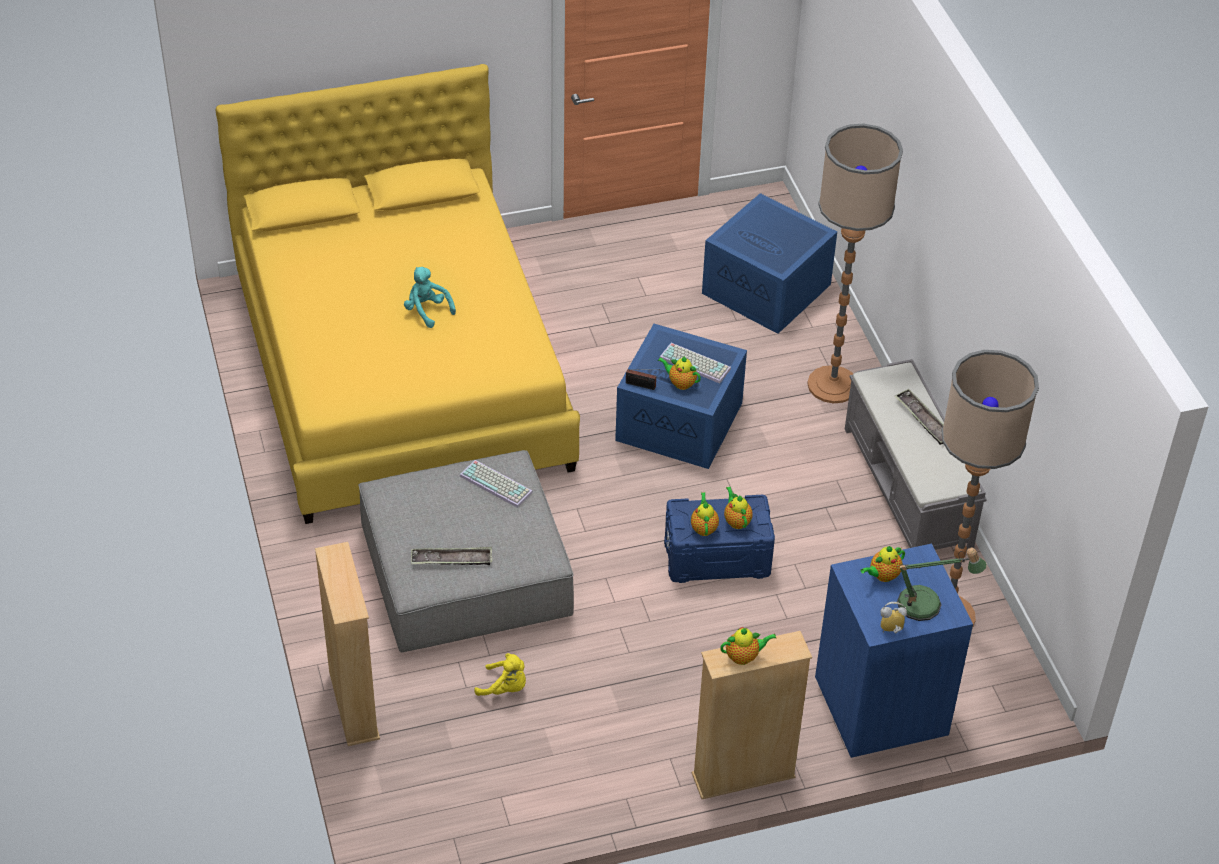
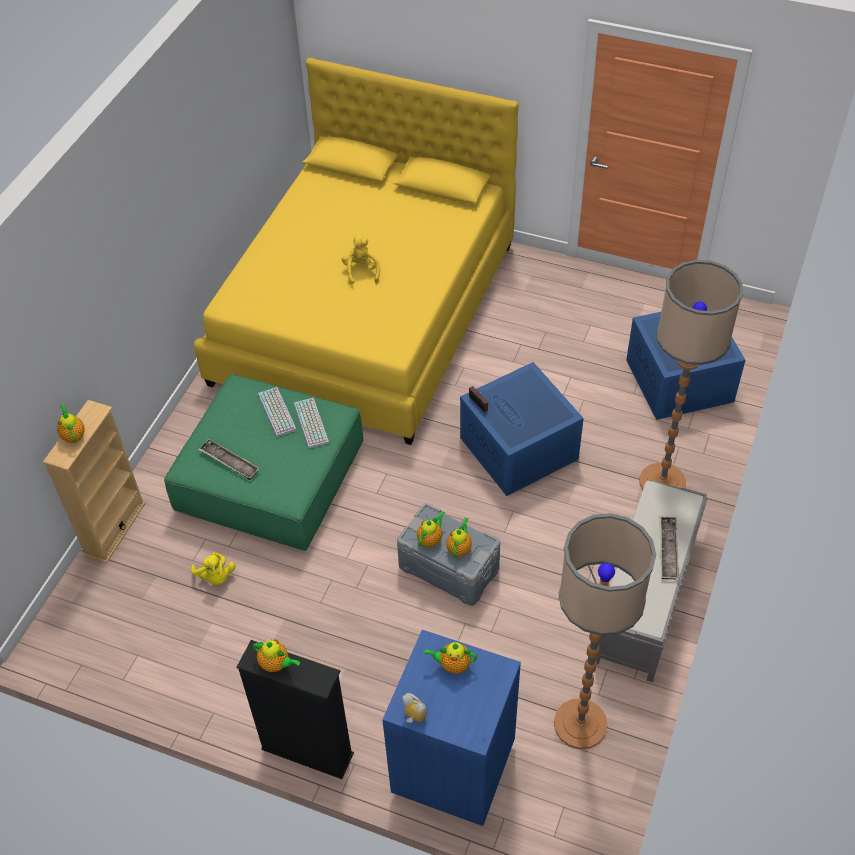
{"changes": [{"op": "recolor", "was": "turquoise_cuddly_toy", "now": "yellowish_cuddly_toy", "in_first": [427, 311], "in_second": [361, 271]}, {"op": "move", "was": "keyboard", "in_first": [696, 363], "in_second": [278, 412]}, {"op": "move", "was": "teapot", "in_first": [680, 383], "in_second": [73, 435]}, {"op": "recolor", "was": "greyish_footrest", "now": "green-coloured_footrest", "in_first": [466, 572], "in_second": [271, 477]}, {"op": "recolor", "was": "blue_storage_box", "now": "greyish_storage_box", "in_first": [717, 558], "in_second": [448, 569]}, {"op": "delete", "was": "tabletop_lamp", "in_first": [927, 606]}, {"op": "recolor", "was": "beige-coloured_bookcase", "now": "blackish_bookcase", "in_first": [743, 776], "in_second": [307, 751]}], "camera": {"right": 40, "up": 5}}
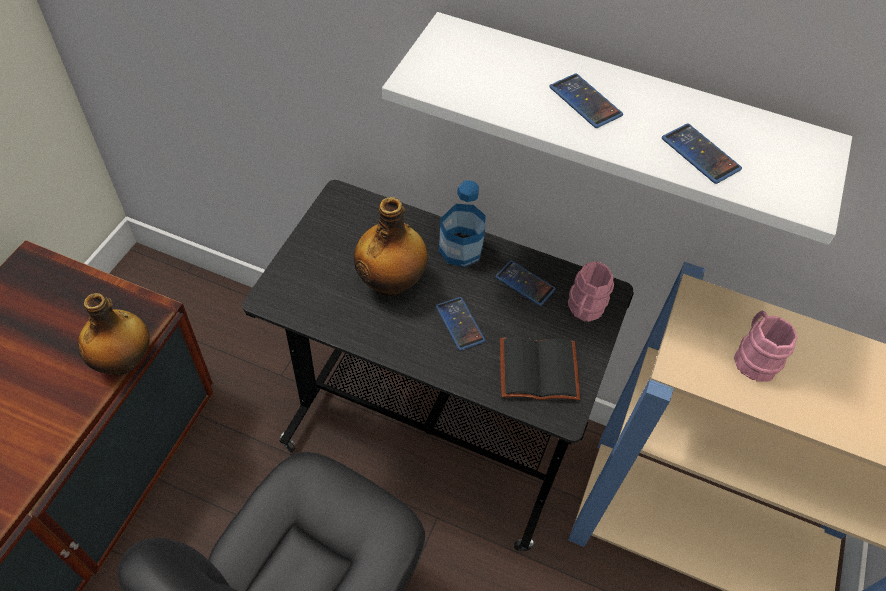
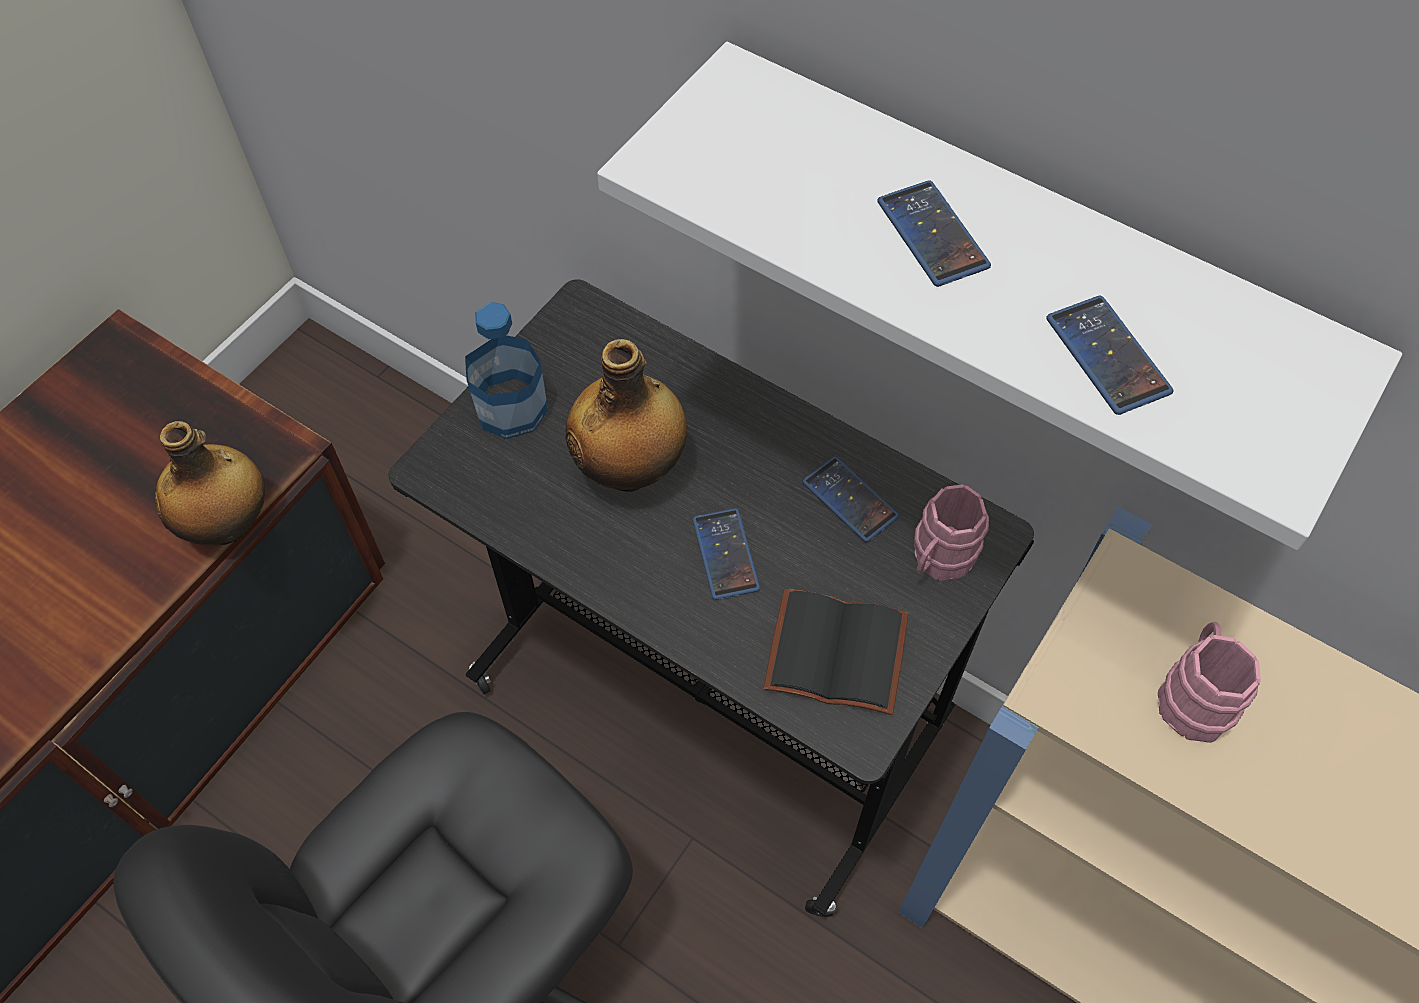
{"changes": [{"op": "move", "was": "drink_bottle", "in_first": [460, 249], "in_second": [511, 408]}], "camera": {"right": 15, "up": 5}}
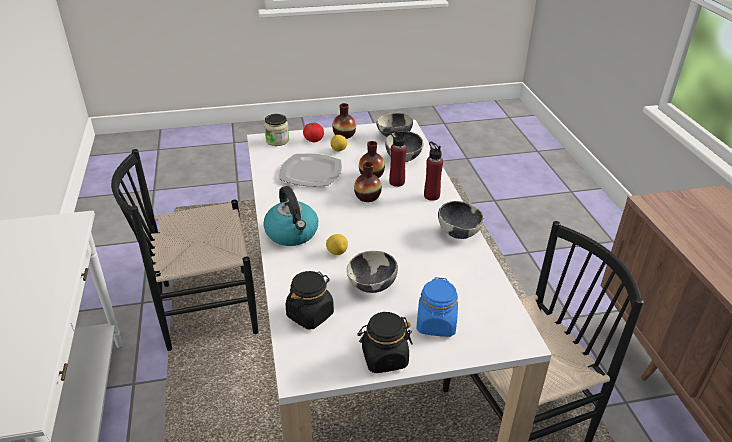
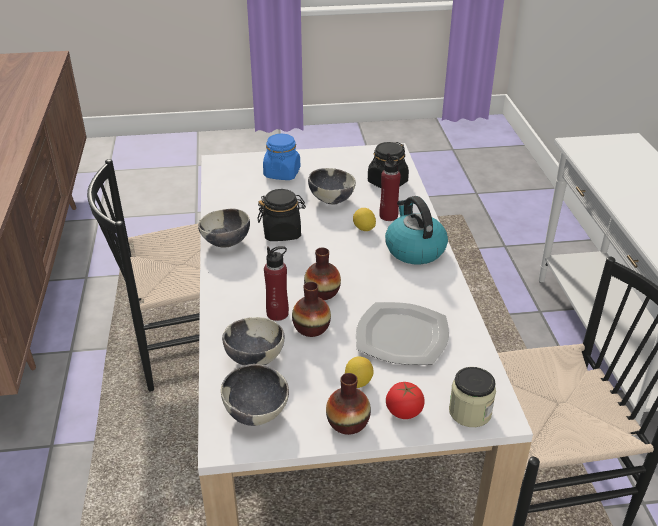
{"changes": [{"op": "move", "was": "reddish_drink_bottle", "in_first": [431, 196], "in_second": [388, 216]}, {"op": "move", "was": "blackish_jar", "in_first": [384, 358], "in_second": [282, 232]}], "camera": {"right": -175, "up": 0}}
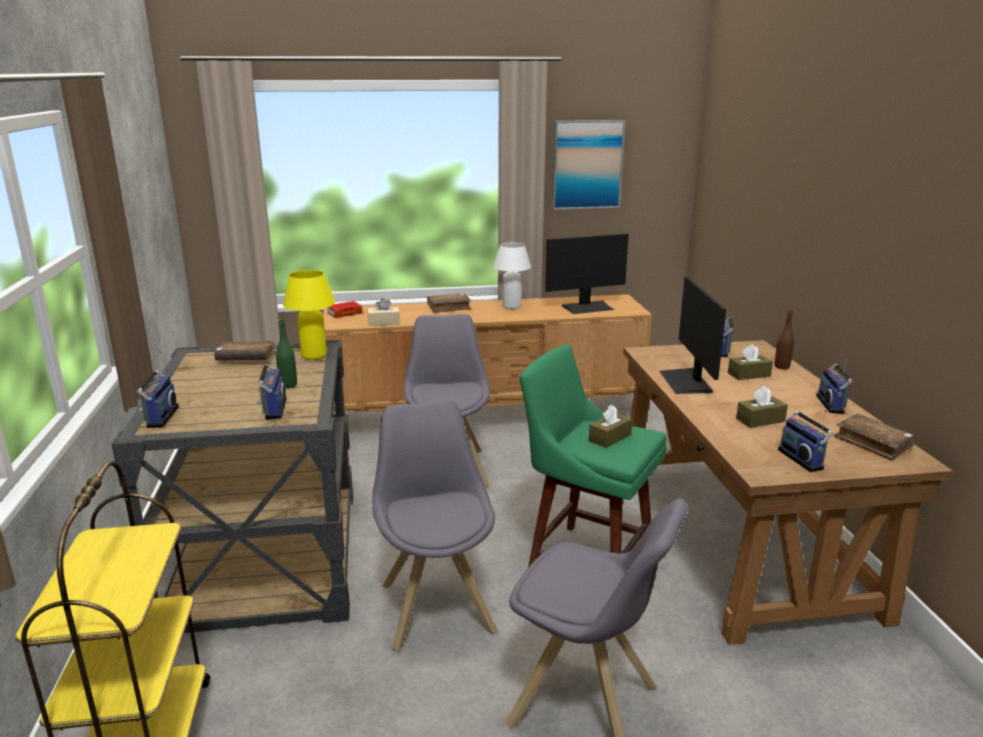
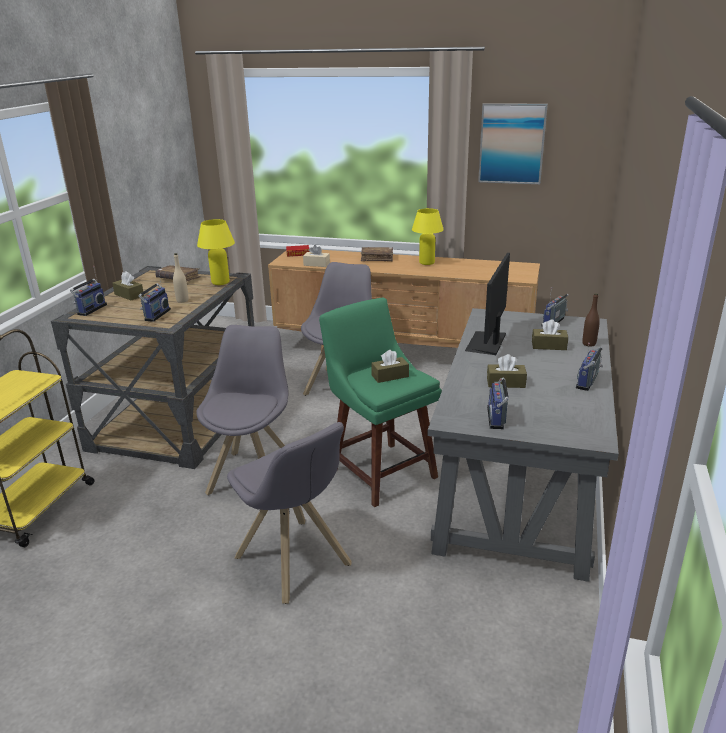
{"changes": [{"op": "delete", "was": "monitor", "in_first": [587, 307]}, {"op": "recolor", "was": "white_tabletop_lamp", "now": "yellowish_tabletop_lamp", "in_first": [511, 306], "in_second": [426, 262]}, {"op": "recolor", "was": "green-coloured_drink_bottle", "now": "beige-coloured_drink_bottle", "in_first": [288, 385], "in_second": [182, 300]}, {"op": "recolor", "was": "brown-coloured_desk_table", "now": "greyish_desk_table", "in_first": [739, 538], "in_second": [519, 483]}, {"op": "delete", "was": "brown-coloured_volume", "in_first": [873, 443]}, {"op": "insert", "now": "brown-coloured_tissue_holder", "in_second": [129, 295]}], "camera": {"right": 25, "up": 5}}
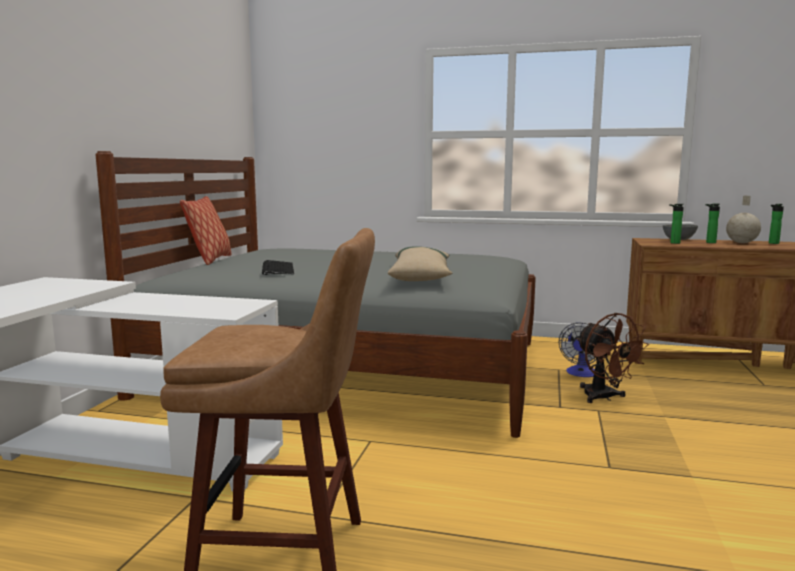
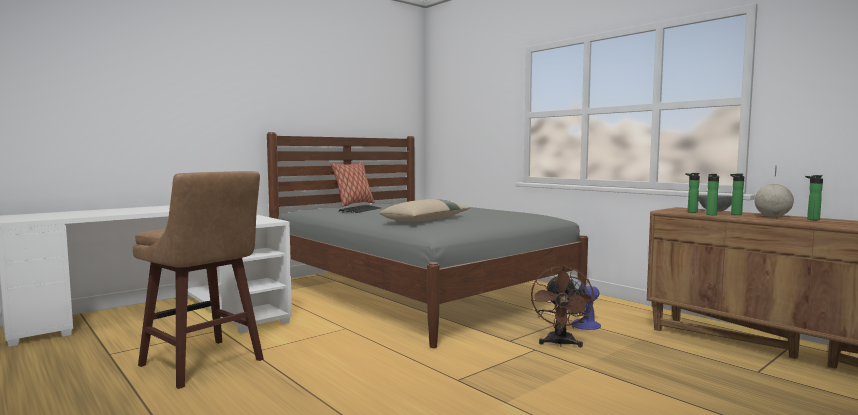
{"changes": [{"op": "insert", "now": "drink_bottle", "in_second": [711, 214]}], "camera": {"right": 35, "up": -5}}
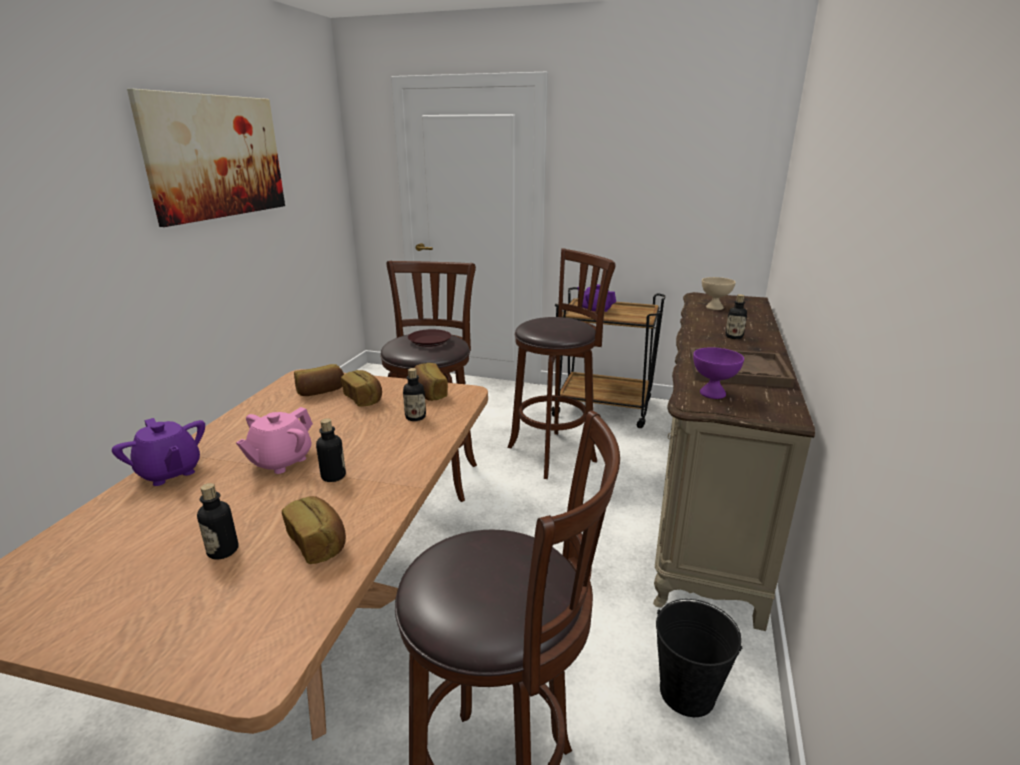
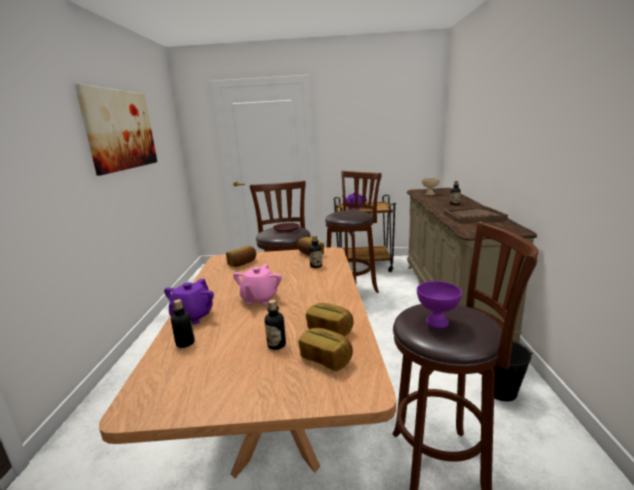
{"changes": [{"op": "move", "was": "purplish_bowl", "in_first": [712, 394], "in_second": [436, 323]}, {"op": "move", "was": "baked_bread", "in_first": [364, 399], "in_second": [326, 359]}, {"op": "rotate", "was": "purplish_teapot", "in_first": [170, 472], "in_second": [192, 317], "clockwise": 75}, {"op": "move", "was": "drink_bottle", "in_first": [333, 476], "in_second": [185, 343]}], "camera": {"right": -15, "up": -5}}
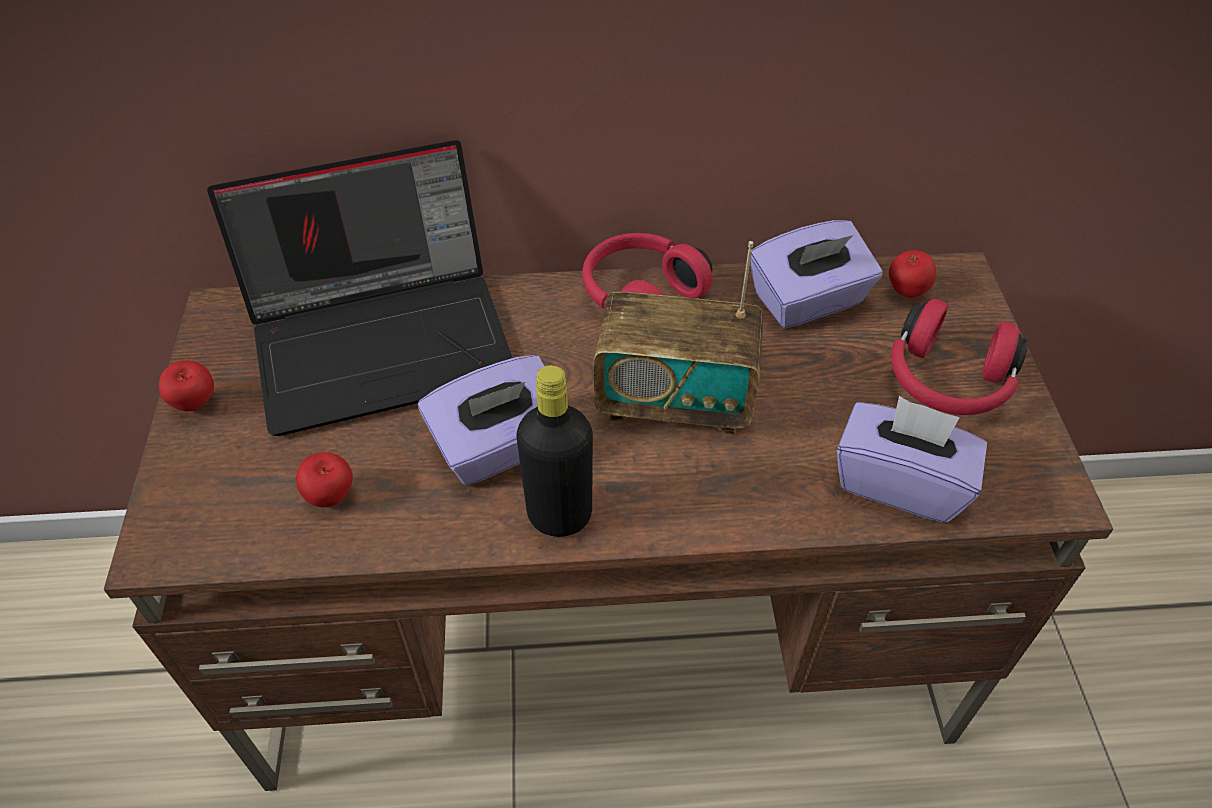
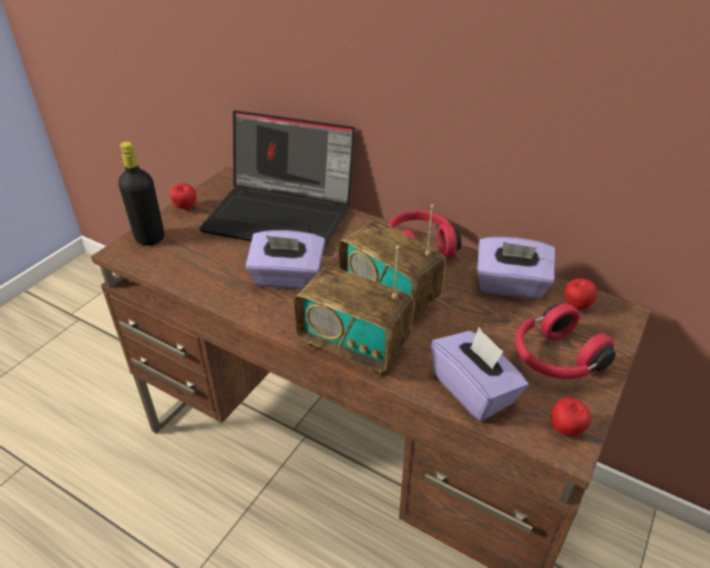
{"changes": [{"op": "move", "was": "blackish_drink_bottle", "in_first": [559, 515], "in_second": [150, 238]}, {"op": "move", "was": "whole_apple", "in_first": [331, 497], "in_second": [566, 430]}, {"op": "insert", "now": "radio", "in_second": [354, 346]}], "camera": {"right": 35, "up": -10}}
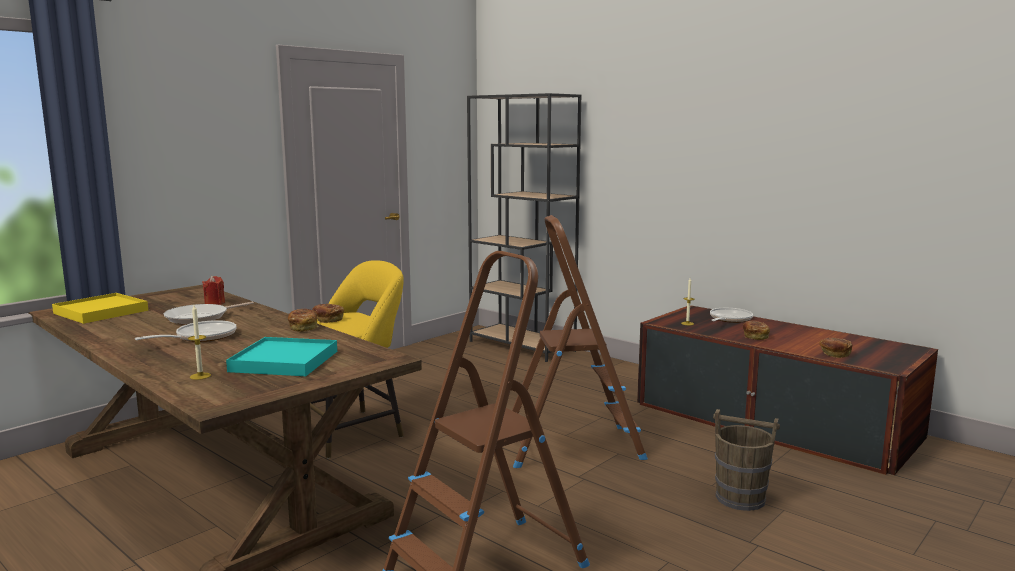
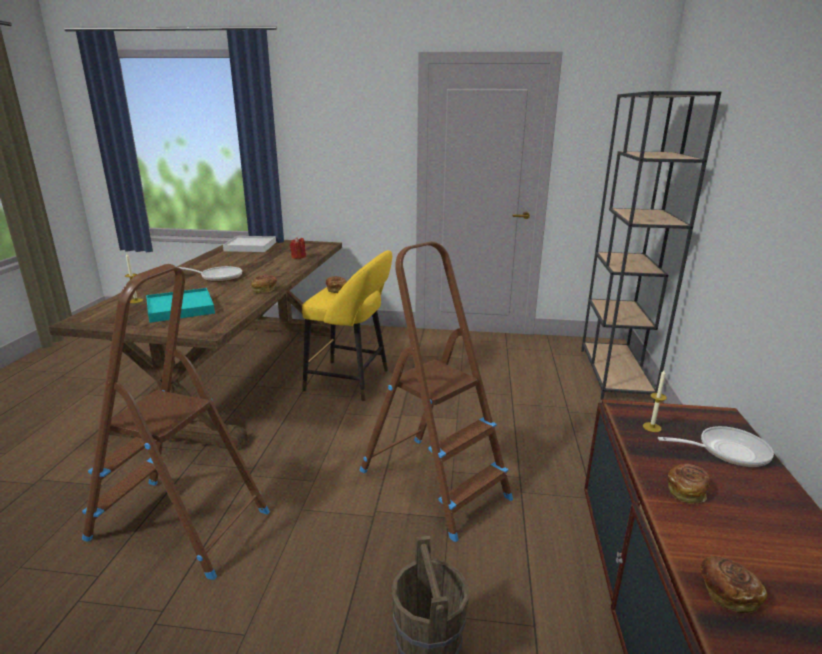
{"changes": [{"op": "recolor", "was": "yellowish_tray", "now": "white_tray", "in_first": [101, 312], "in_second": [250, 246]}, {"op": "delete", "was": "skillet", "in_first": [200, 318]}], "camera": {"right": 55, "up": 10}}
